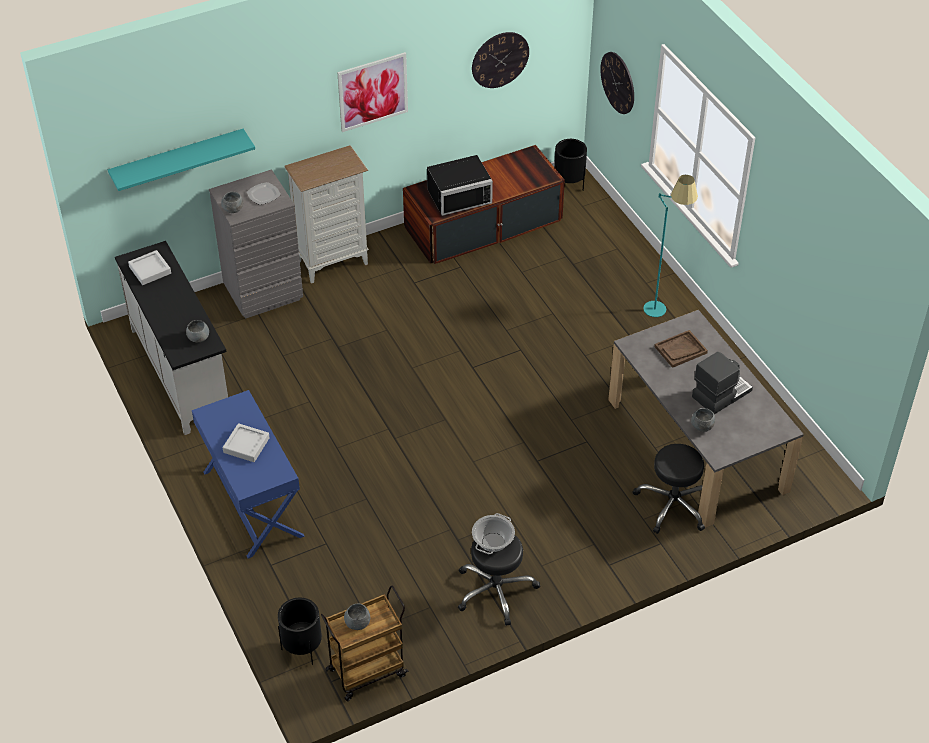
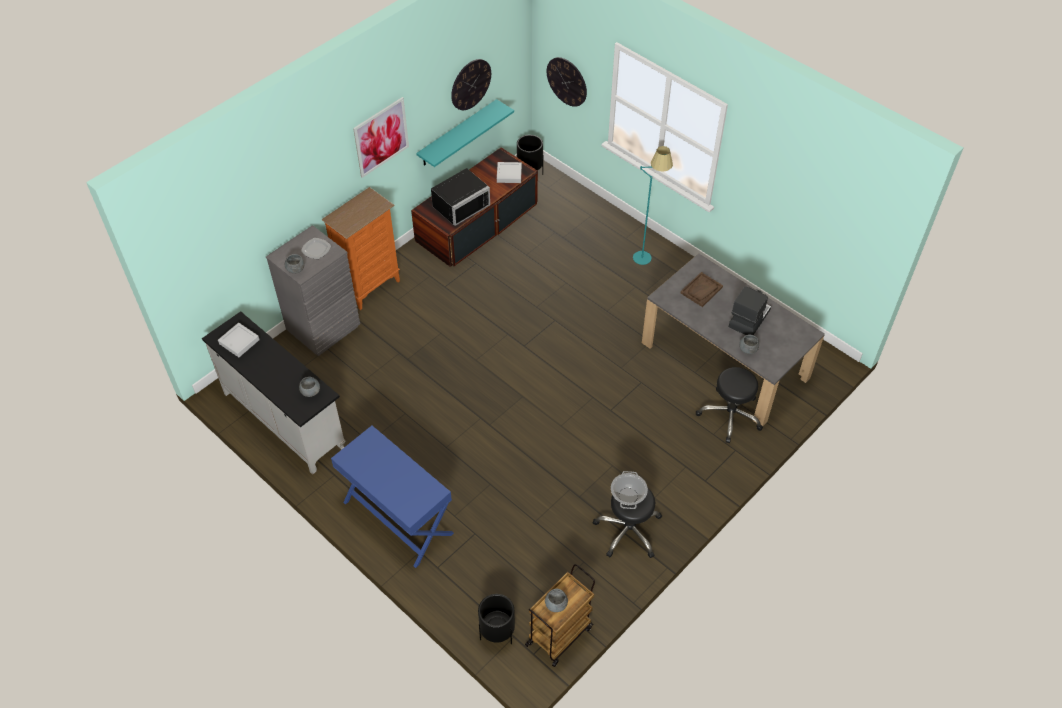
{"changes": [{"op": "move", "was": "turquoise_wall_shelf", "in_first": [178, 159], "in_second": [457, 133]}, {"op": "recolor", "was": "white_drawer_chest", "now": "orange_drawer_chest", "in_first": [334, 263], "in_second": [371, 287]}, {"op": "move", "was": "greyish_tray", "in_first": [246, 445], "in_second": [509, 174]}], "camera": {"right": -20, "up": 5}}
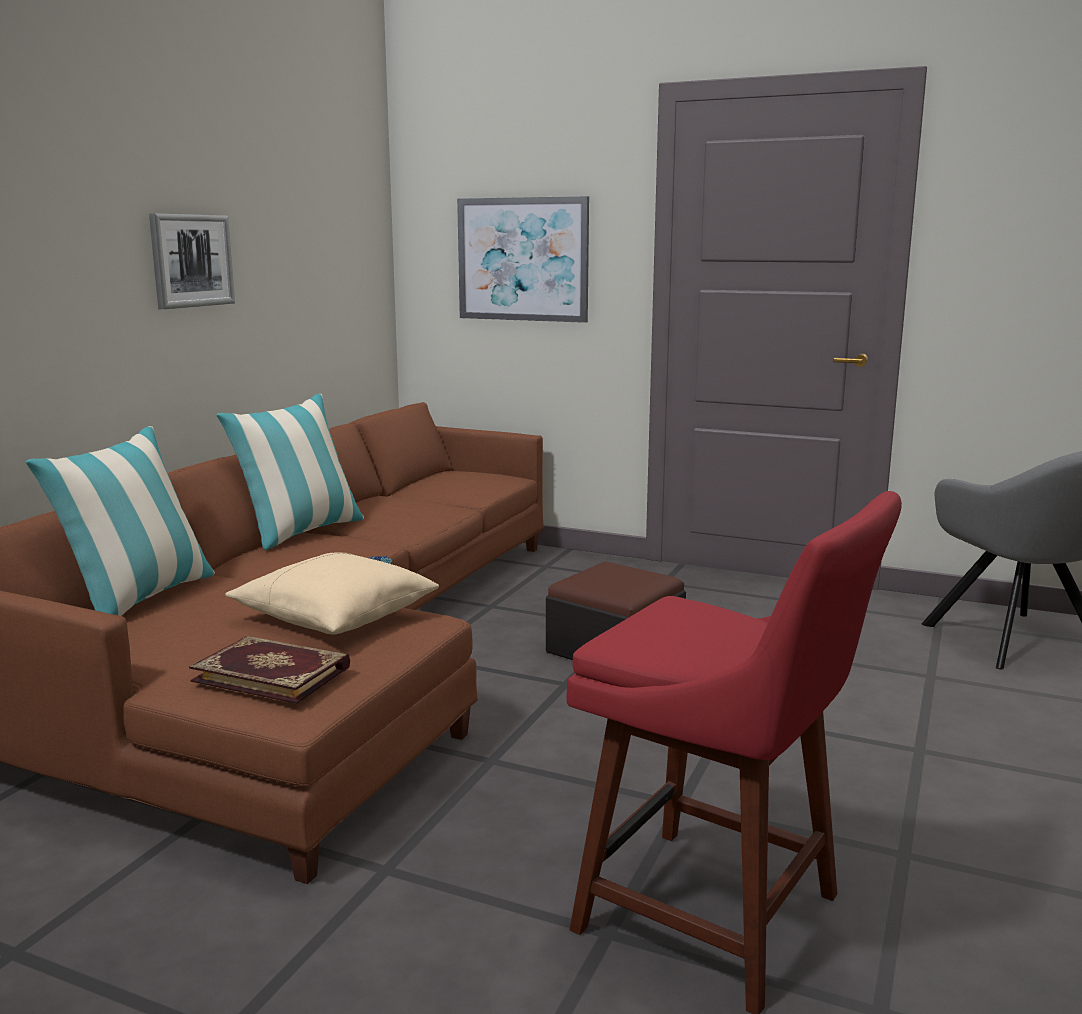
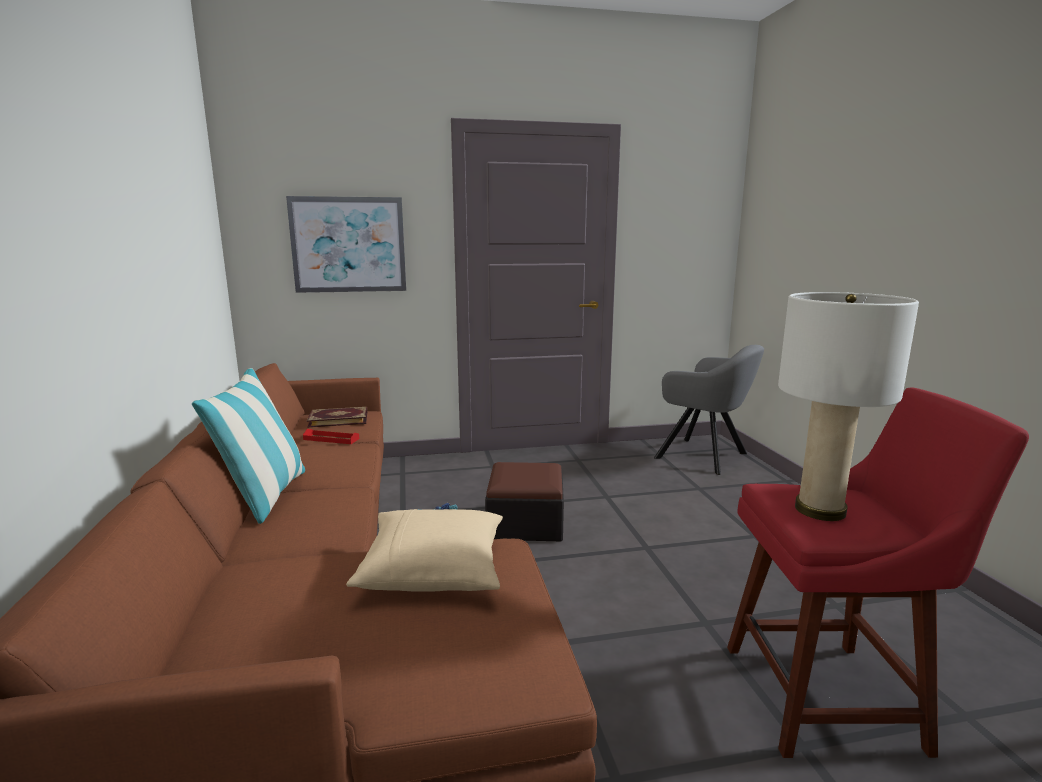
{"changes": [{"op": "delete", "was": "wall_picture", "in_first": [191, 260]}, {"op": "delete", "was": "throw_pillow", "in_first": [140, 599]}, {"op": "move", "was": "volume", "in_first": [273, 673], "in_second": [338, 419]}, {"op": "insert", "now": "white_tabletop_lamp", "in_second": [820, 510]}, {"op": "insert", "now": "reddish_tray", "in_second": [331, 439]}], "camera": {"right": -35, "up": 0}}
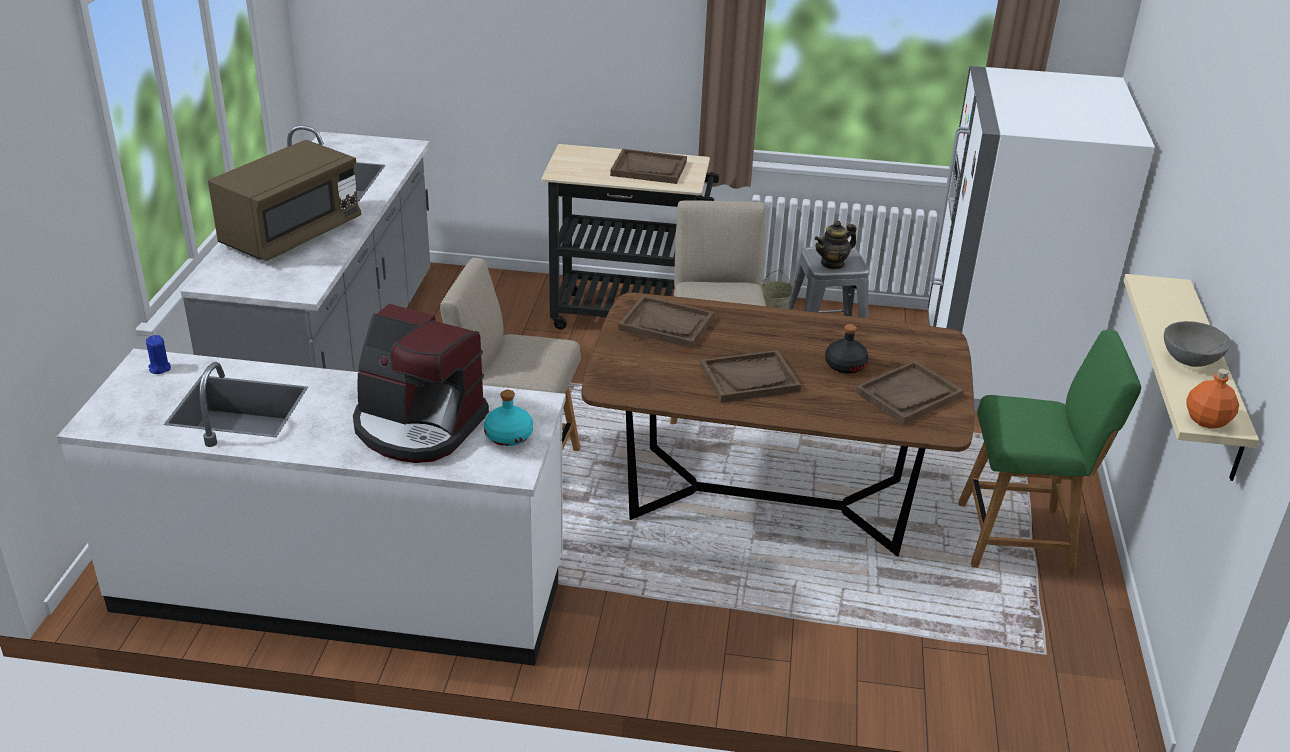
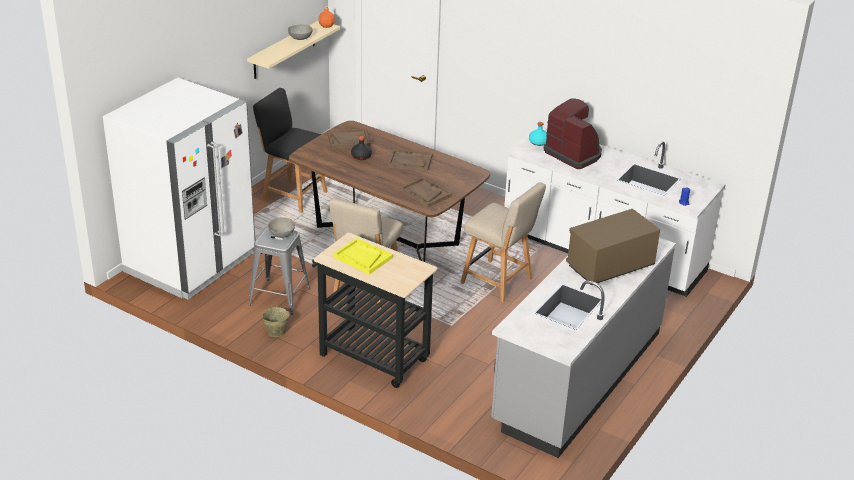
{"changes": [{"op": "recolor", "was": "brown-coloured_tray", "now": "yellowish_tray", "in_first": [649, 169], "in_second": [362, 257]}, {"op": "replace", "was": "teapot", "now": "greyish_bowl", "in_first": [832, 263], "in_second": [282, 234]}, {"op": "recolor", "was": "green-coloured_plain_chair", "now": "blackish_plain_chair", "in_first": [1021, 538], "in_second": [292, 195]}], "camera": {"right": -155, "up": 0}}
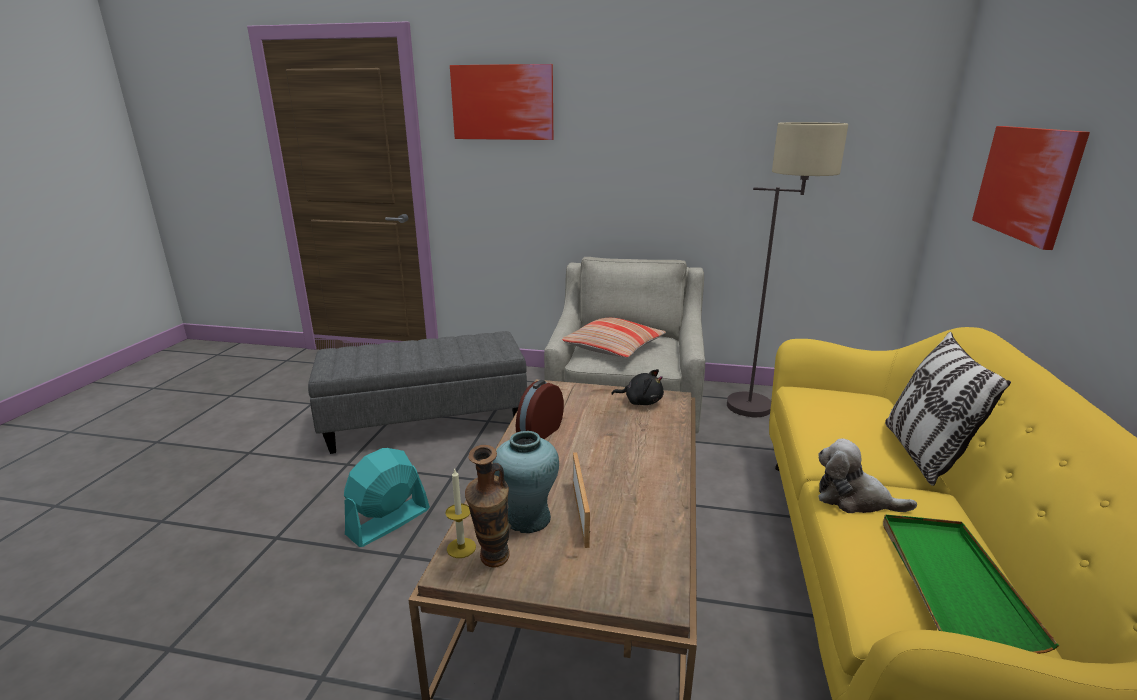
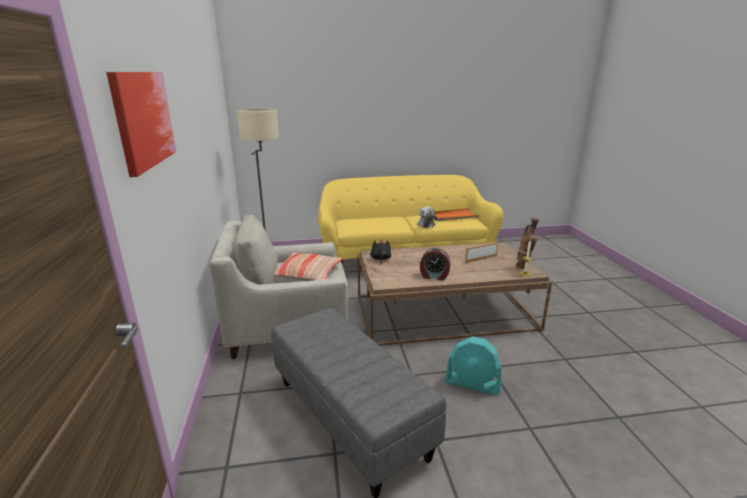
{"changes": [{"op": "delete", "was": "wall_picture", "in_first": [1026, 182]}, {"op": "delete", "was": "throw_pillow", "in_first": [922, 454]}, {"op": "delete", "was": "turquoise_vase", "in_first": [528, 519]}, {"op": "recolor", "was": "green-coloured_tray", "now": "orange_tray", "in_first": [952, 581], "in_second": [453, 216]}], "camera": {"right": -110, "up": 0}}
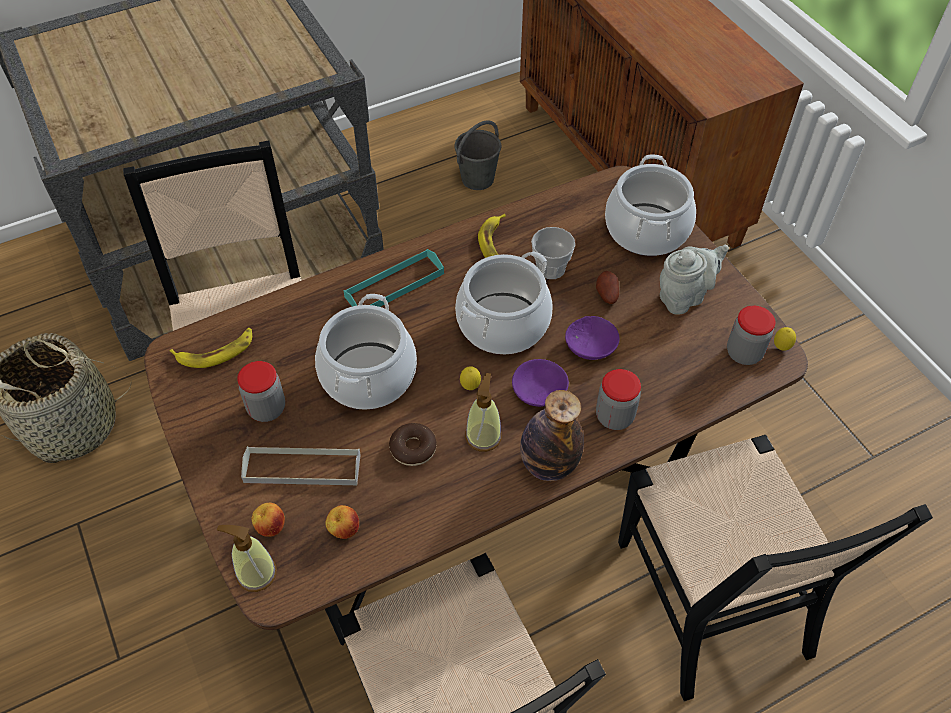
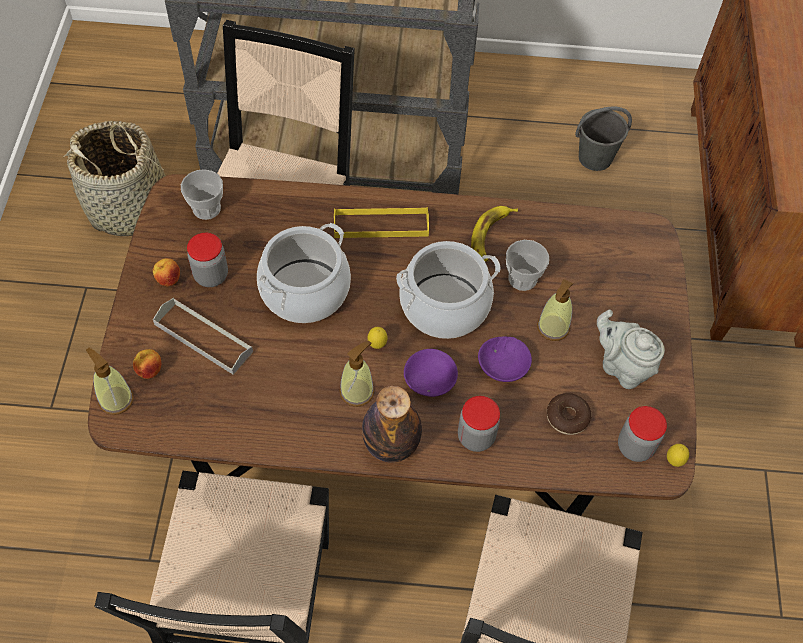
{"changes": [{"op": "delete", "was": "saucepot", "in_first": [646, 230]}, {"op": "rotate", "was": "greyish_teapot", "in_first": [684, 296], "in_second": [622, 367], "clockwise": -135}, {"op": "recolor", "was": "turquoise_tray", "now": "yellowish_tray", "in_first": [394, 285], "in_second": [381, 225]}, {"op": "replace", "was": "whole_potato", "now": "soap_bottle", "in_first": [606, 295], "in_second": [553, 328]}, {"op": "replace", "was": "whole_banana", "now": "cup", "in_first": [216, 351], "in_second": [206, 208]}, {"op": "move", "was": "ring_doughnut", "in_first": [413, 448], "in_second": [567, 417]}, {"op": "move", "was": "whole_apple", "in_first": [344, 530], "in_second": [168, 280]}], "camera": {"right": 30, "up": 5}}
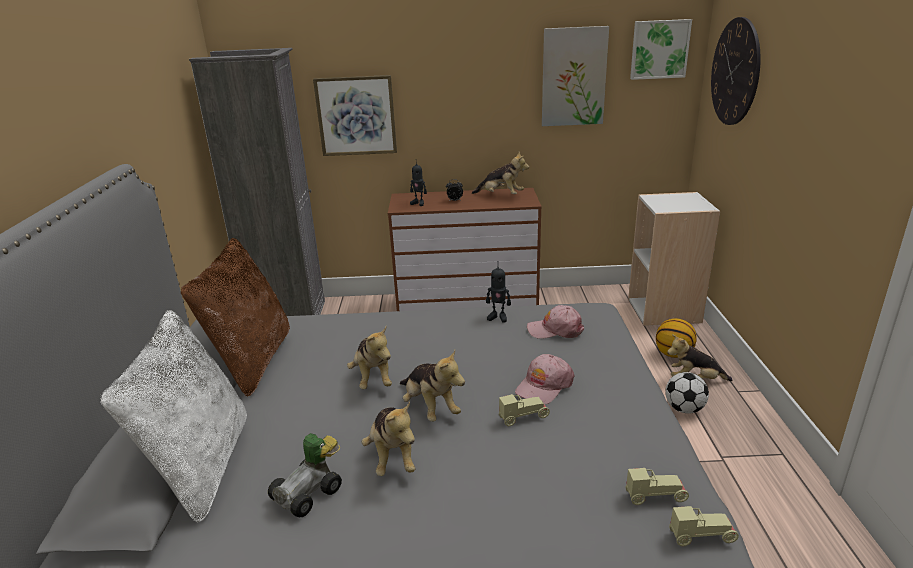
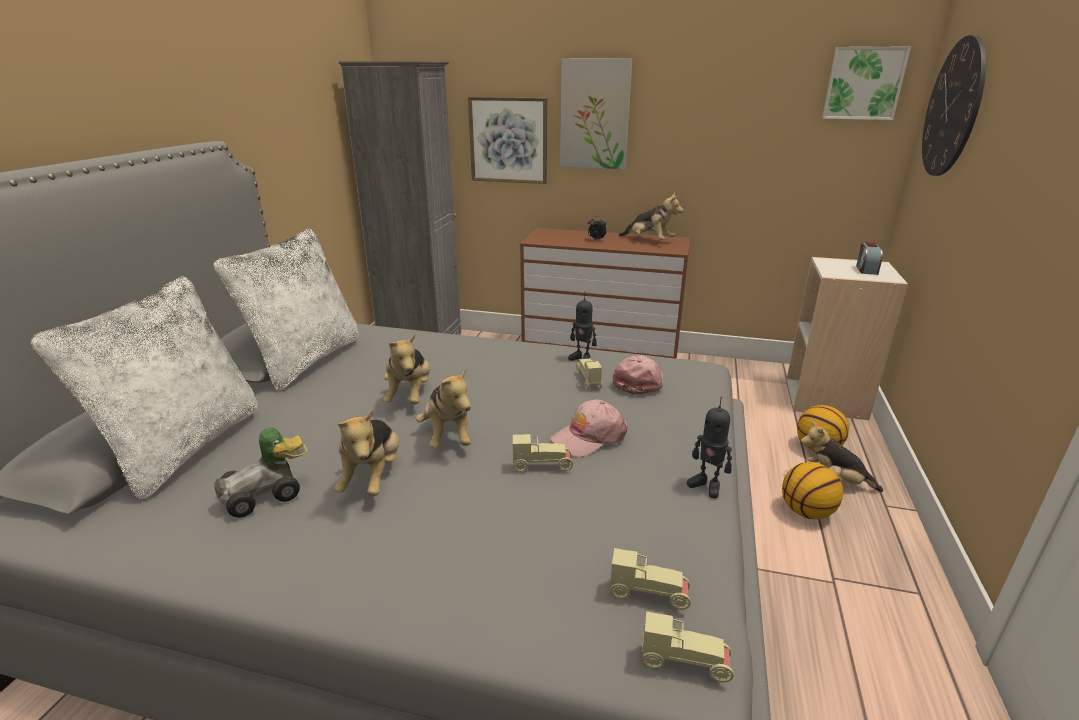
{"changes": [{"op": "move", "was": "wall_picture", "in_first": [573, 77], "in_second": [595, 114]}, {"op": "move", "was": "model_robot", "in_first": [418, 203], "in_second": [707, 485]}, {"op": "recolor", "was": "brown-coloured_throw_pillow", "now": "white_throw_pillow", "in_first": [254, 363], "in_second": [308, 361]}, {"op": "rotate", "was": "pink_baseball_cap", "in_first": [555, 330], "in_second": [639, 381], "clockwise": 90}, {"op": "replace", "was": "football_ball", "now": "basketball_ball", "in_first": [684, 409], "in_second": [806, 511]}, {"op": "insert", "now": "bedside_clock", "in_second": [866, 270]}, {"op": "insert", "now": "beige-coloured_miniature_car", "in_second": [588, 380]}], "camera": {"right": 15, "up": 0}}
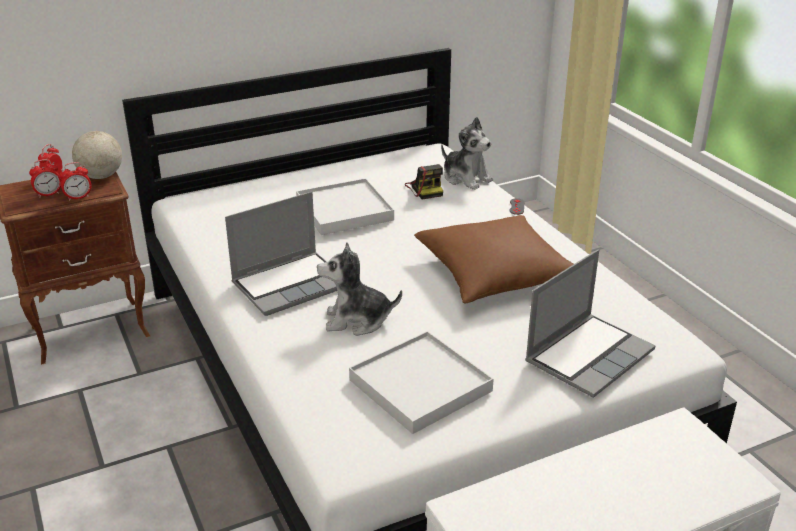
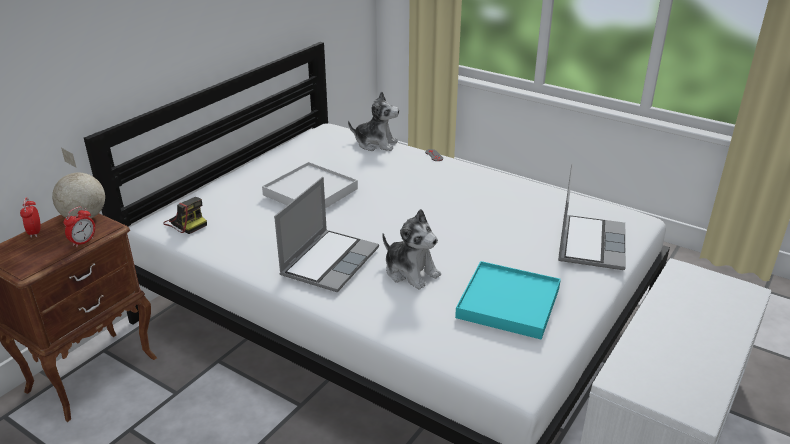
{"changes": [{"op": "delete", "was": "bedside_clock", "in_first": [49, 194]}, {"op": "move", "was": "still_camera", "in_first": [425, 189], "in_second": [186, 223]}, {"op": "delete", "was": "brown-coloured_throw_pillow", "in_first": [494, 274]}, {"op": "rotate", "was": "cuddly_toy", "in_first": [357, 320], "in_second": [411, 272], "clockwise": -105}, {"op": "recolor", "was": "white_tray", "now": "turquoise_tray", "in_first": [420, 385], "in_second": [508, 303]}], "camera": {"right": -30, "up": 0}}
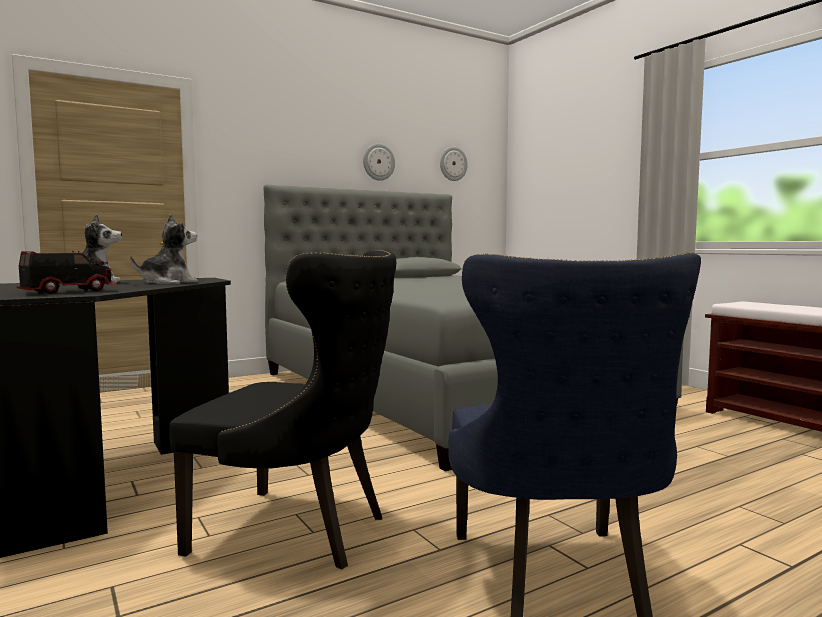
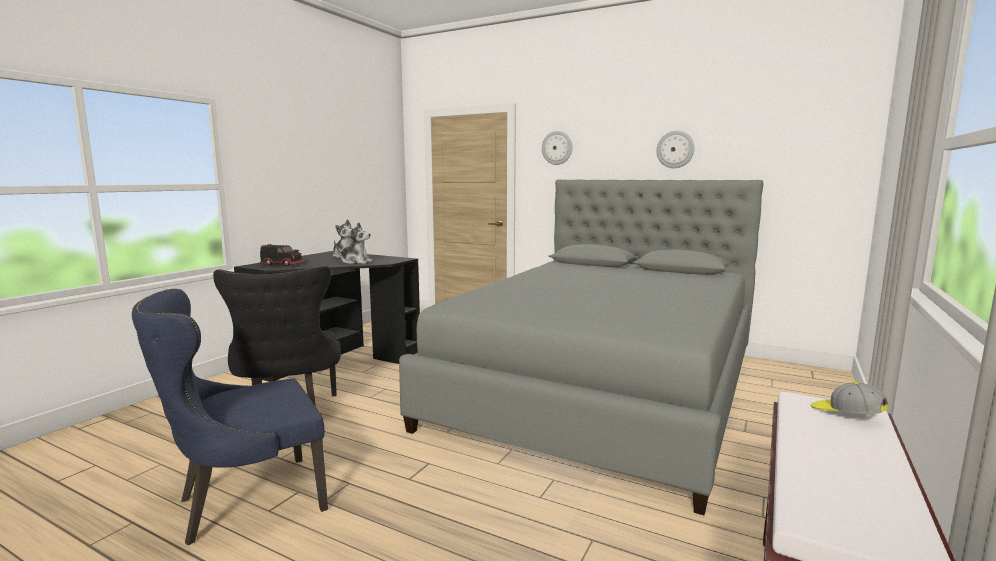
{"changes": [{"op": "move", "was": "wall_clock", "in_first": [453, 164], "in_second": [557, 148]}, {"op": "insert", "now": "baseball_cap", "in_second": [846, 414]}], "camera": {"right": 60, "up": 5}}
